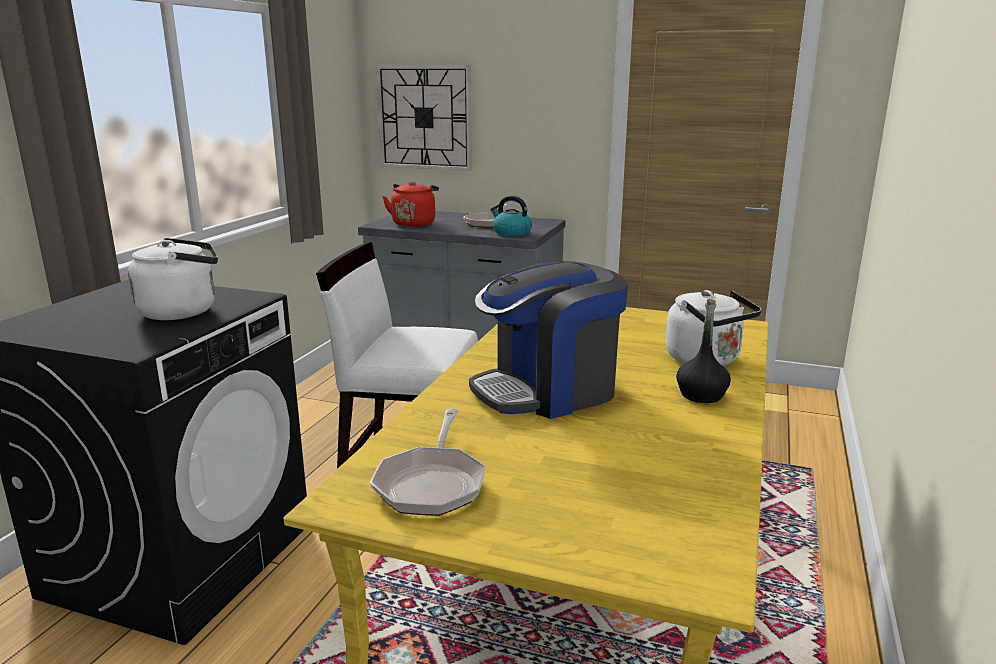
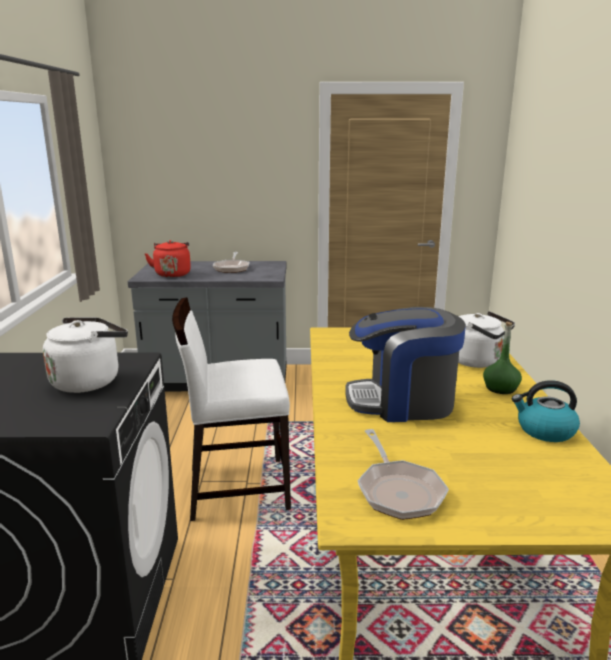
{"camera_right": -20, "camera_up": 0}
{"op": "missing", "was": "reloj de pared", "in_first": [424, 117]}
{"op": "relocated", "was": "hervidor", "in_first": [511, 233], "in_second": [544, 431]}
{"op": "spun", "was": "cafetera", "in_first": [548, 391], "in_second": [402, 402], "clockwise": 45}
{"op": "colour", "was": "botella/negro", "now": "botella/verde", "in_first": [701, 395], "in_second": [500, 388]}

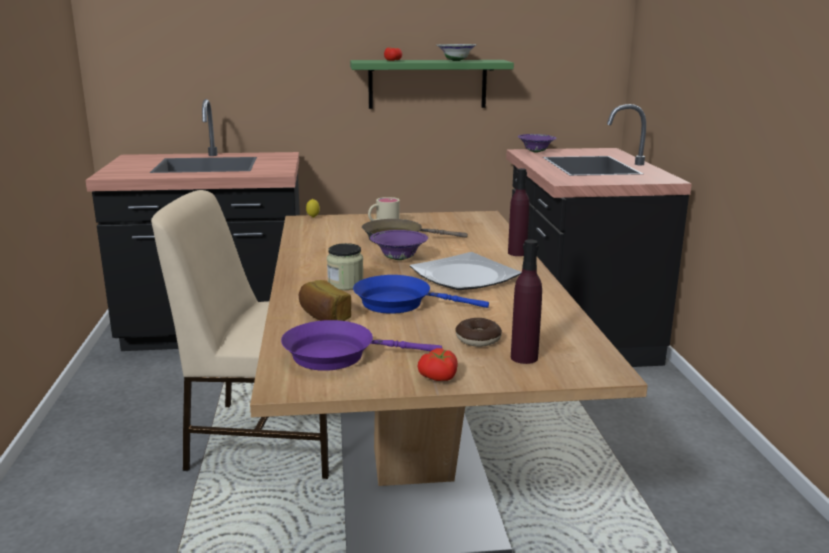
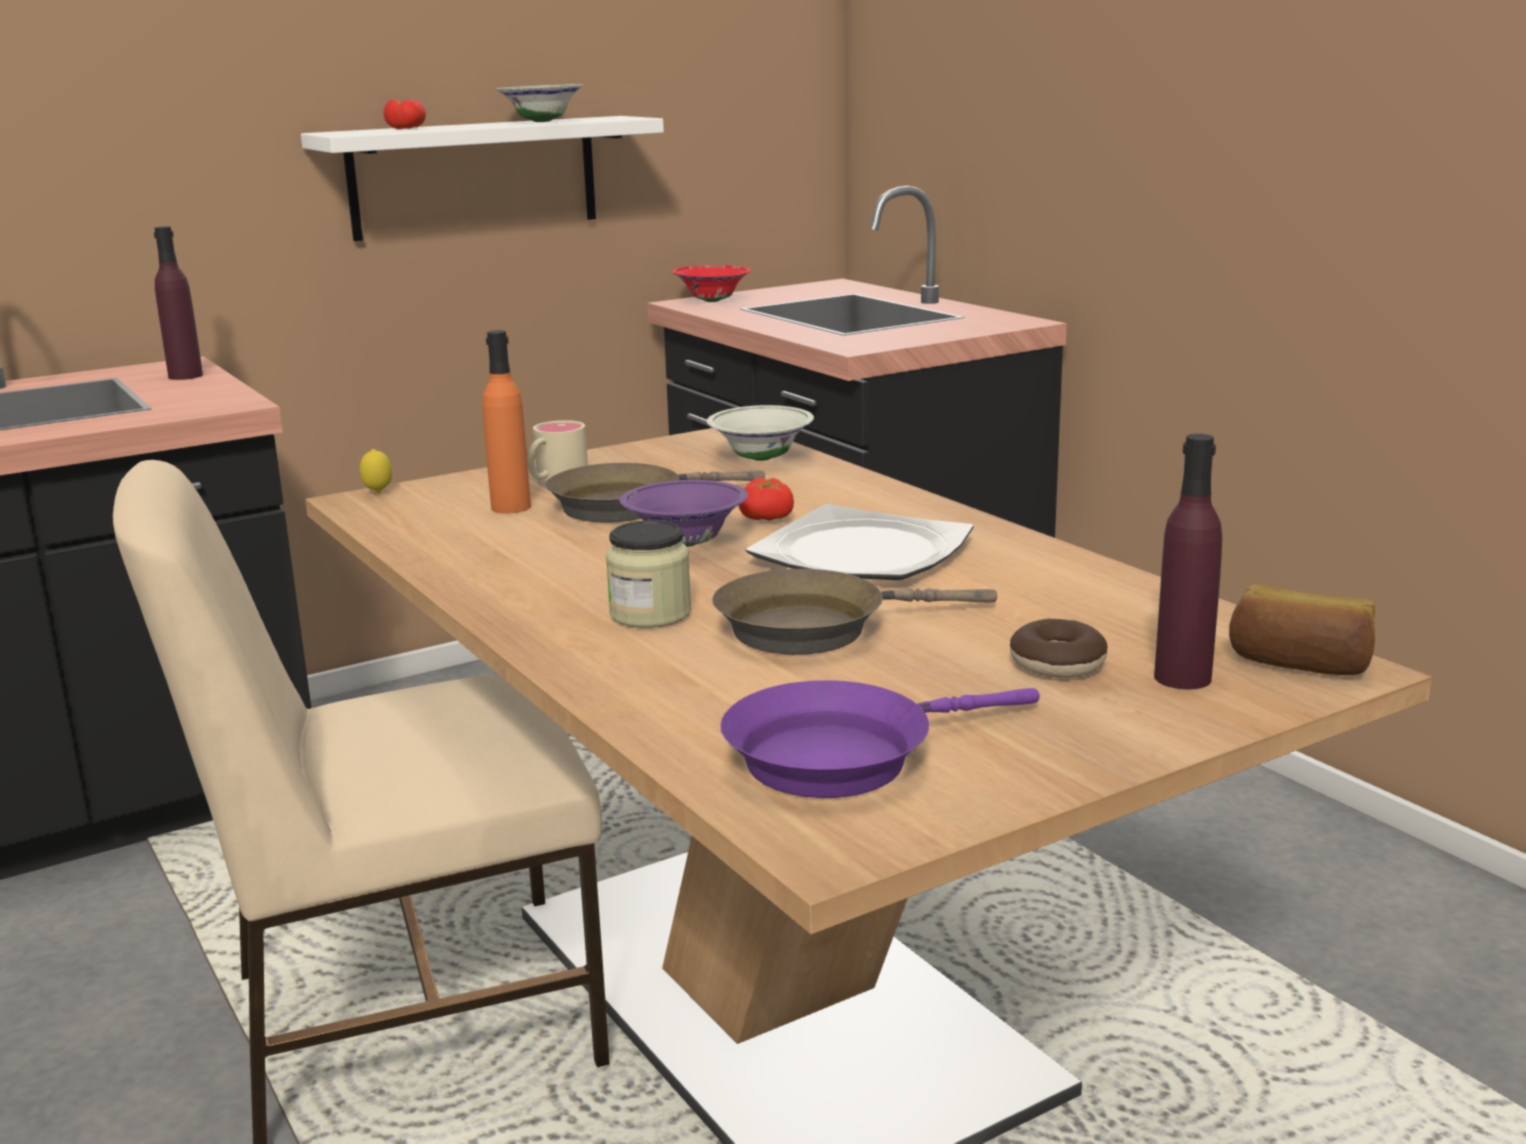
{"camera_right": -25, "camera_up": 0}
{"op": "colour", "was": "estante/verde", "now": "estante/blanco", "in_first": [427, 84], "in_second": [474, 177]}
{"op": "colour", "was": "cuenco/morado", "now": "cuenco/rojo", "in_first": [535, 152], "in_second": [712, 301]}
{"op": "relocated", "was": "botella/morado", "in_first": [517, 253], "in_second": [185, 376]}
{"op": "colour", "was": "sartén/azul", "now": "sartén/marrón", "in_first": [399, 303], "in_second": [814, 628]}
{"op": "relocated", "was": "pan", "in_first": [323, 317], "in_second": [1300, 664]}
{"op": "relocated", "was": "tomate", "in_first": [439, 378], "in_second": [768, 518]}
{"op": "appeared", "now": "botella/naranja", "in_second": [511, 507]}
{"op": "appeared", "now": "cuenco/blanco", "in_second": [761, 458]}

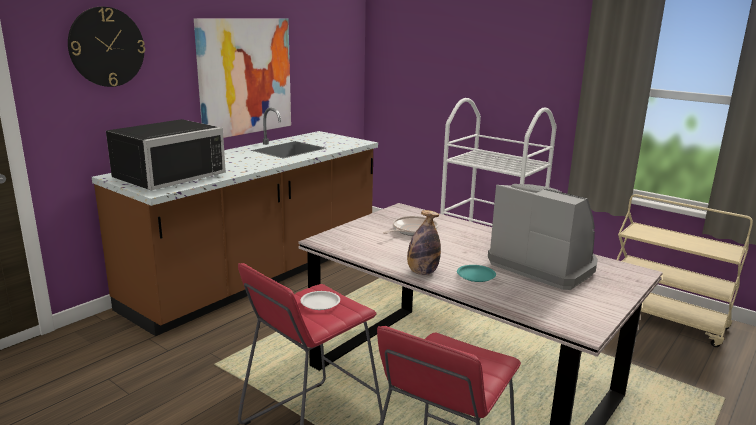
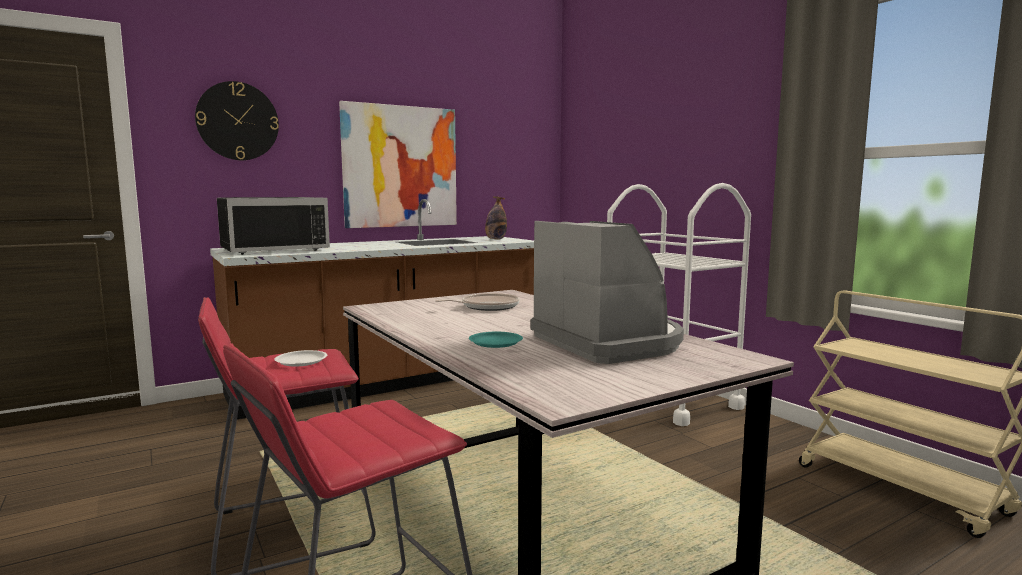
{"camera_right": 20, "camera_up": -10}
{"op": "relocated", "was": "botella", "in_first": [422, 272], "in_second": [495, 239]}

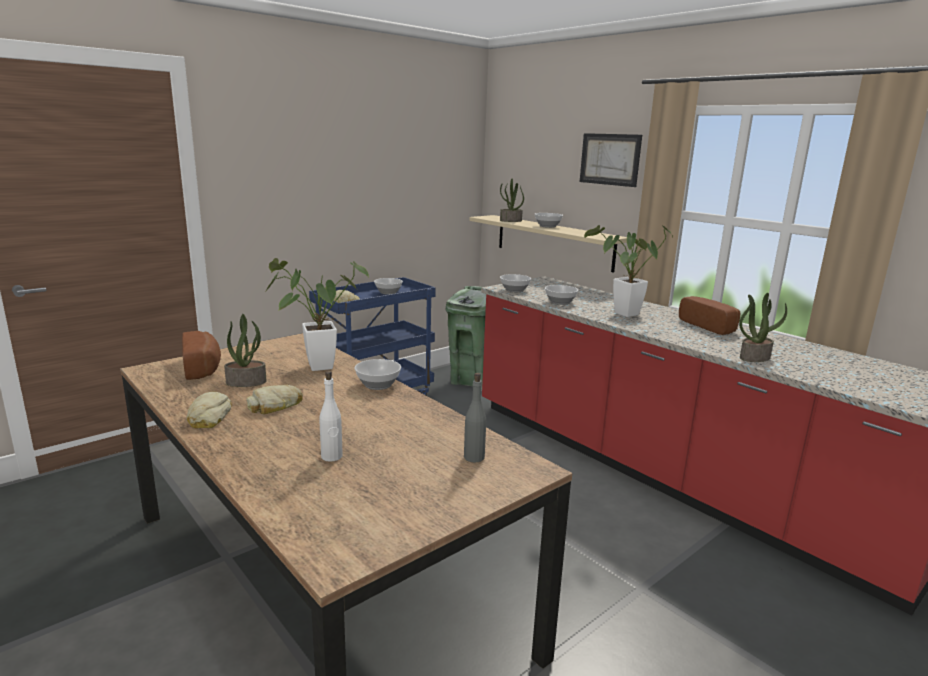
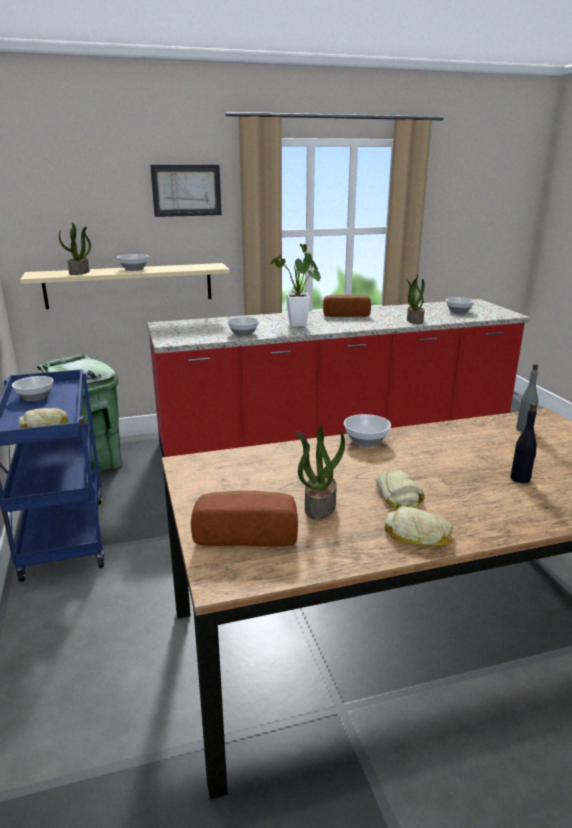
{"camera_right": -65, "camera_up": 5}
{"op": "missing", "was": "planta en maceta", "in_first": [314, 367]}
{"op": "relocated", "was": "cuenco", "in_first": [514, 290], "in_second": [458, 312]}
{"op": "colour", "was": "botella/blanco", "now": "botella/negro", "in_first": [332, 456], "in_second": [520, 479]}

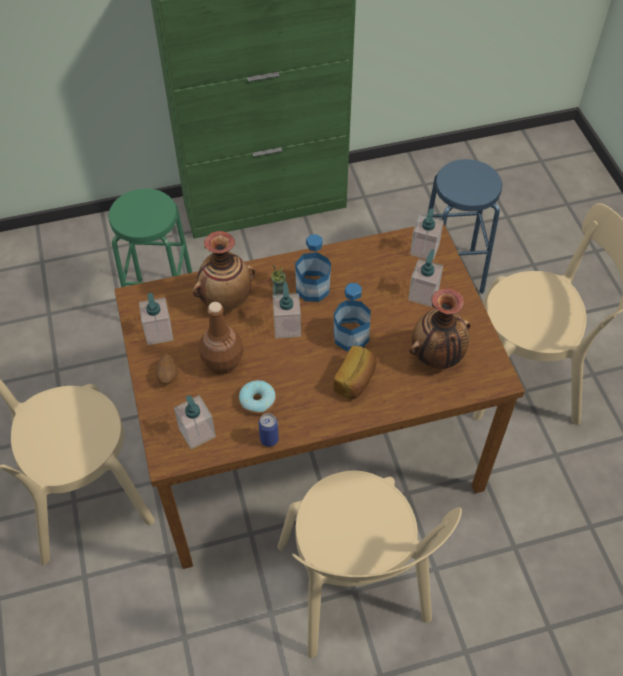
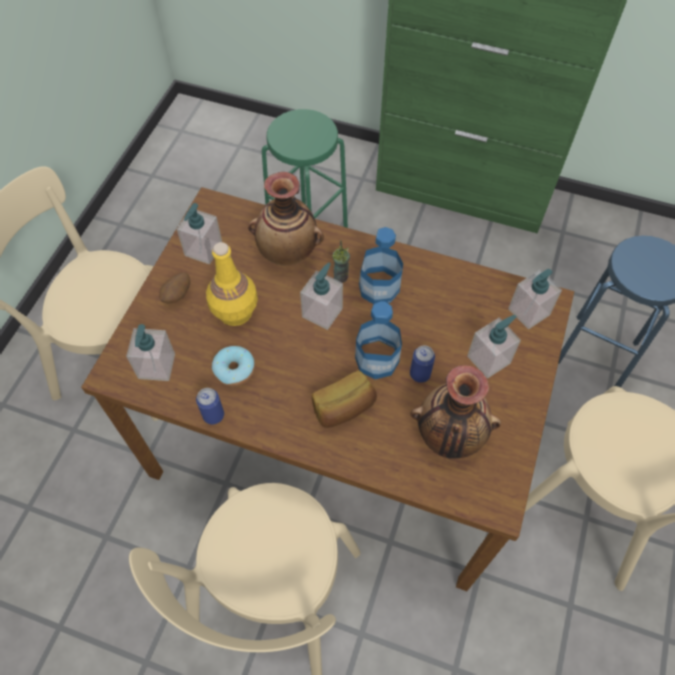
{"camera_right": 35, "camera_up": 5}
{"op": "colour", "was": "botella/marrón", "now": "botella/amarillo", "in_first": [222, 362], "in_second": [234, 312]}
{"op": "appeared", "now": "lata", "in_second": [420, 374]}

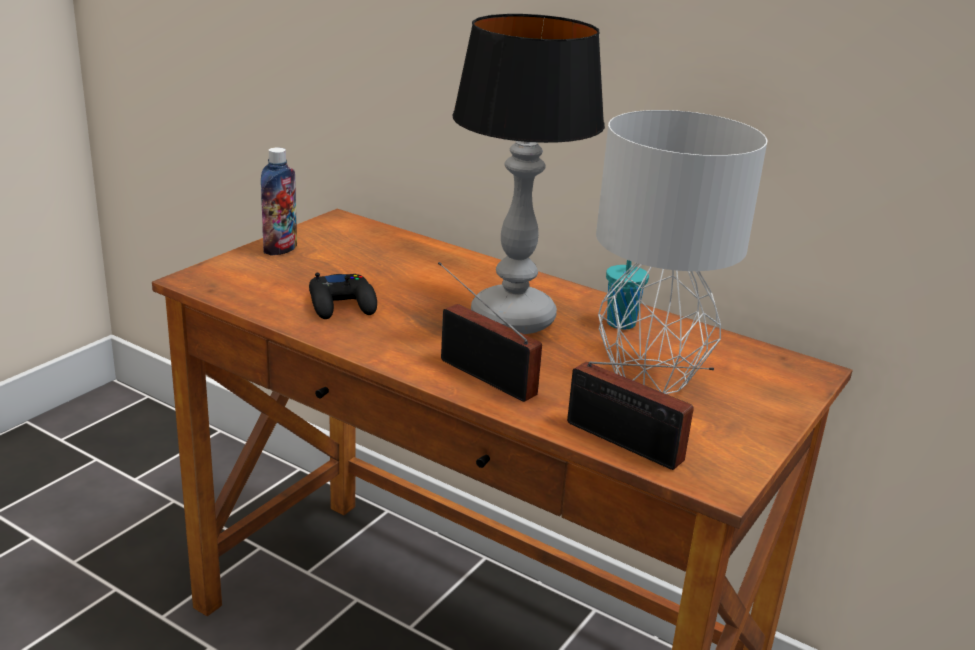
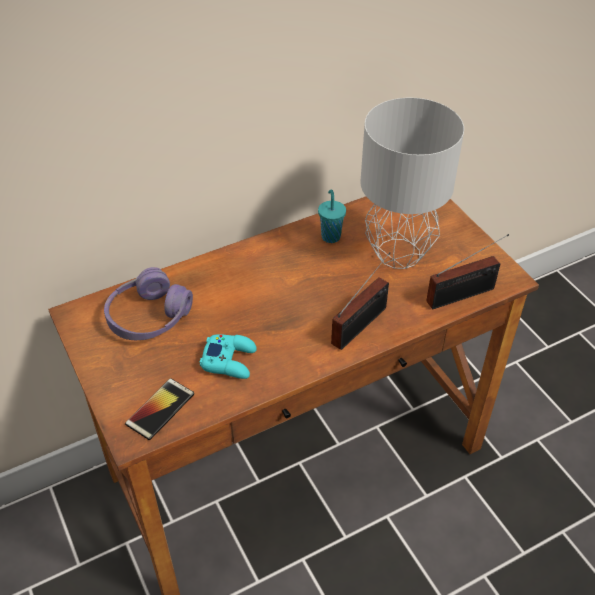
{"camera_right": -60, "camera_up": 20}
{"op": "missing", "was": "lámpara de mesa", "in_first": [512, 319]}
{"op": "missing", "was": "botella", "in_first": [280, 249]}
{"op": "spun", "was": "radio", "in_first": [483, 374], "in_second": [362, 324], "clockwise": 150}
{"op": "colour", "was": "mando de consola/negro", "now": "mando de consola/turquesa", "in_first": [342, 304], "in_second": [229, 360]}
{"op": "appeared", "now": "auriculares/morado", "in_second": [148, 317]}
{"op": "appeared", "now": "móvil", "in_second": [160, 409]}

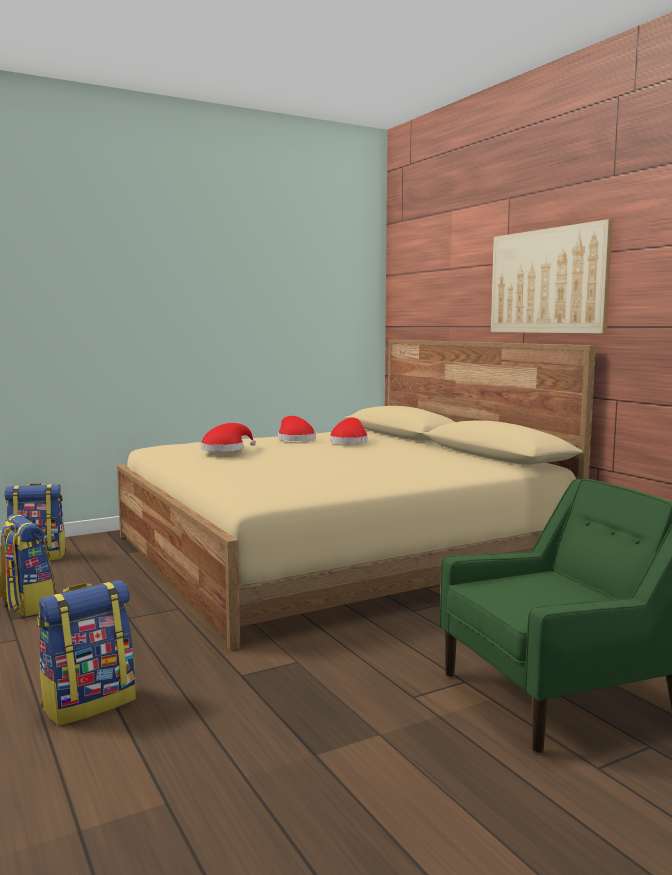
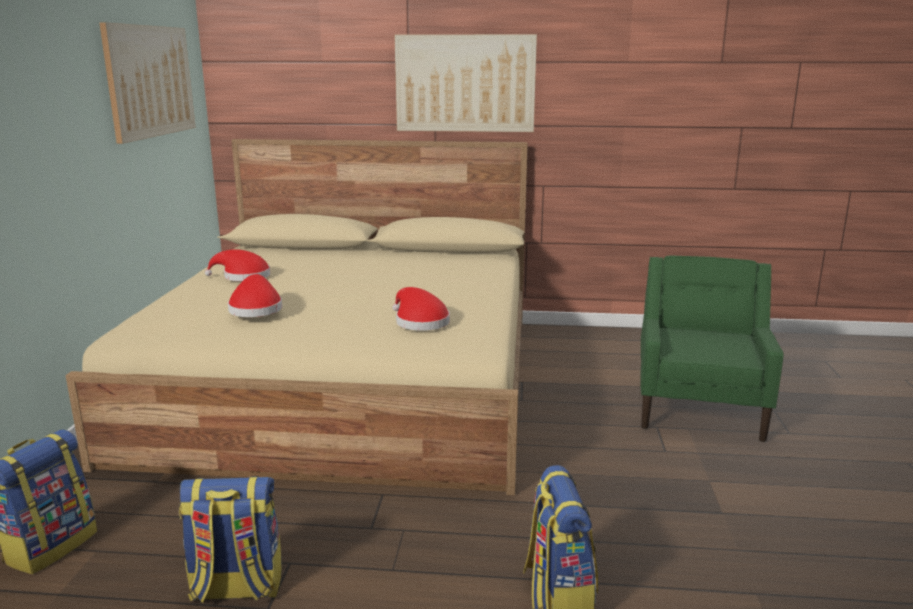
{"camera_right": -55, "camera_up": 10}
{"op": "relocated", "was": "sombrero/rojo", "in_first": [349, 441], "in_second": [419, 322]}
{"op": "appeared", "now": "cuadro", "in_second": [150, 81]}

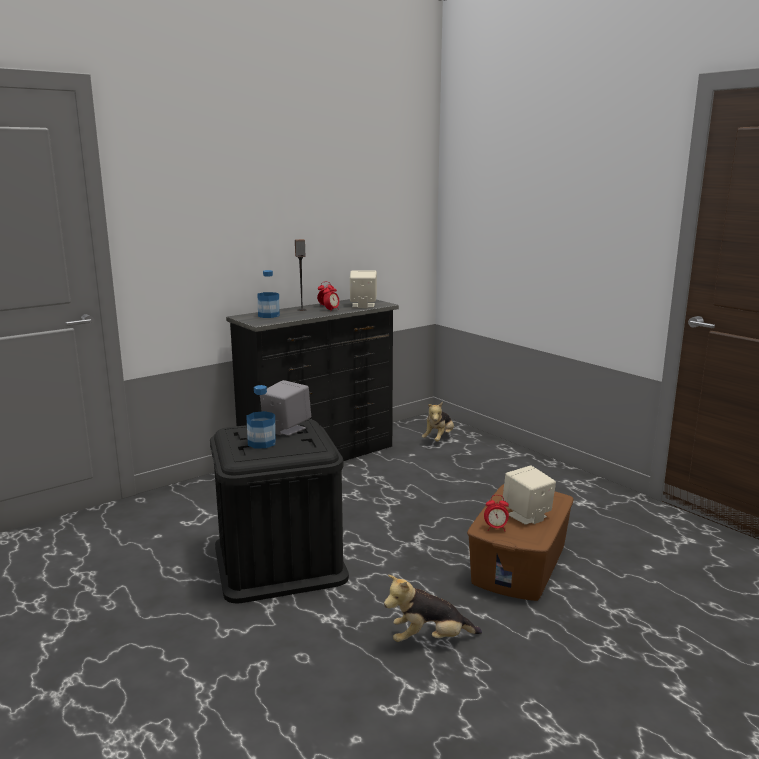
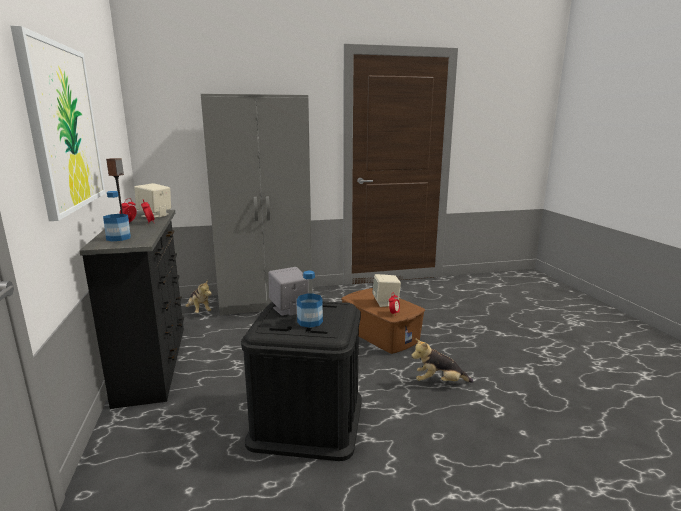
{"camera_right": -65, "camera_up": 0}
{"op": "spun", "was": "peluche", "in_first": [429, 639], "in_second": [439, 382], "clockwise": 75}
{"op": "appeared", "now": "cuadro", "in_second": [63, 127]}
{"op": "appeared", "now": "armario ropero/gris", "in_second": [266, 302]}

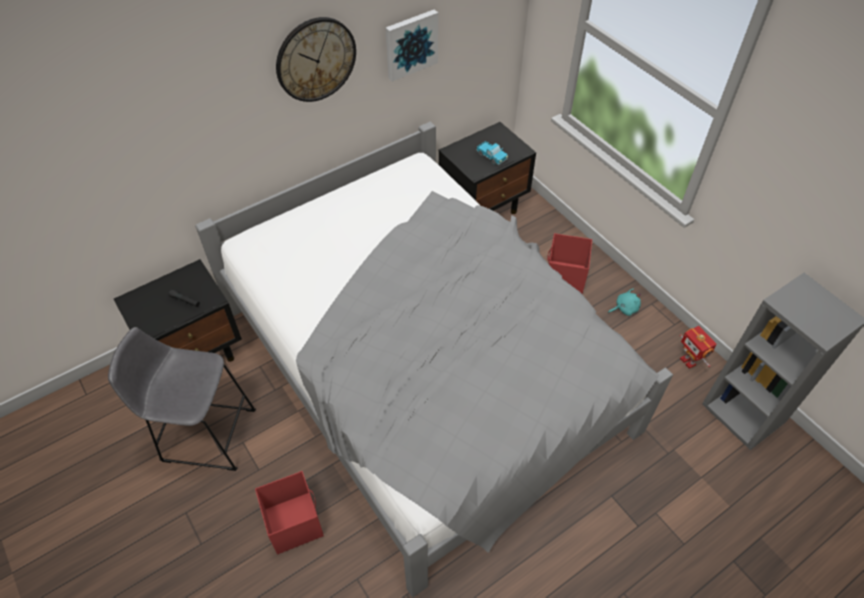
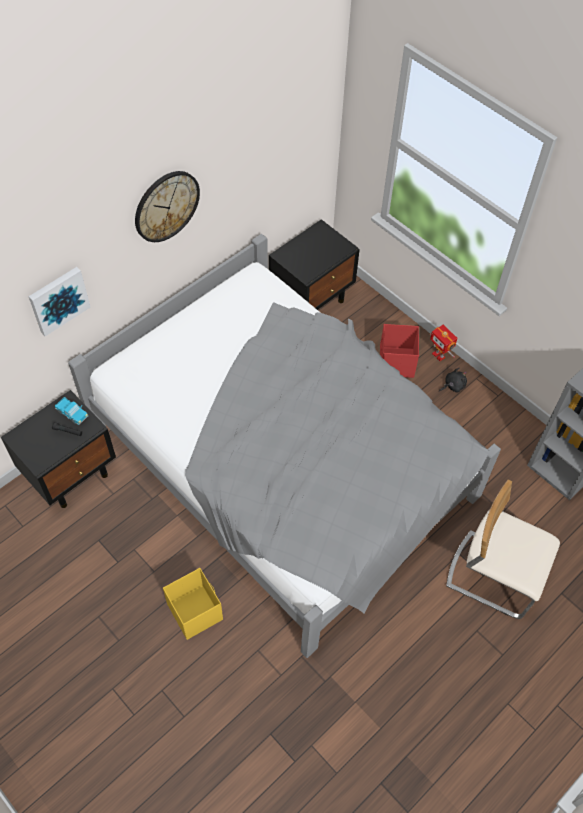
{"camera_right": -10, "camera_up": 5}
{"op": "relocated", "was": "cuadro", "in_first": [410, 44], "in_second": [58, 300]}
{"op": "relocated", "was": "camión de juguete", "in_first": [492, 157], "in_second": [72, 414]}
{"op": "colour", "was": "peluche/turquesa", "now": "peluche/negro", "in_first": [624, 308], "in_second": [453, 385]}
{"op": "relocated", "was": "robot de juguete", "in_first": [688, 361], "in_second": [439, 355]}
{"op": "missing", "was": "taburete/gris", "in_first": [204, 434]}
{"op": "colour", "was": "caja de almacenaje/rojo", "now": "caja de almacenaje/amarillo", "in_first": [294, 521], "in_second": [195, 611]}
{"op": "appeared", "now": "silla/beis", "in_second": [494, 574]}

